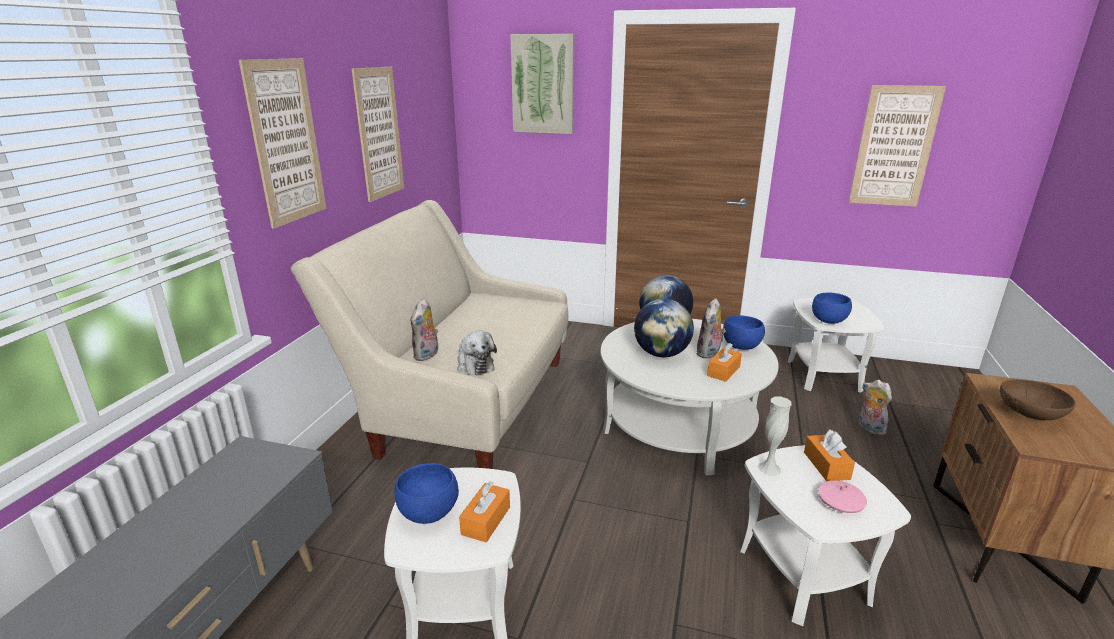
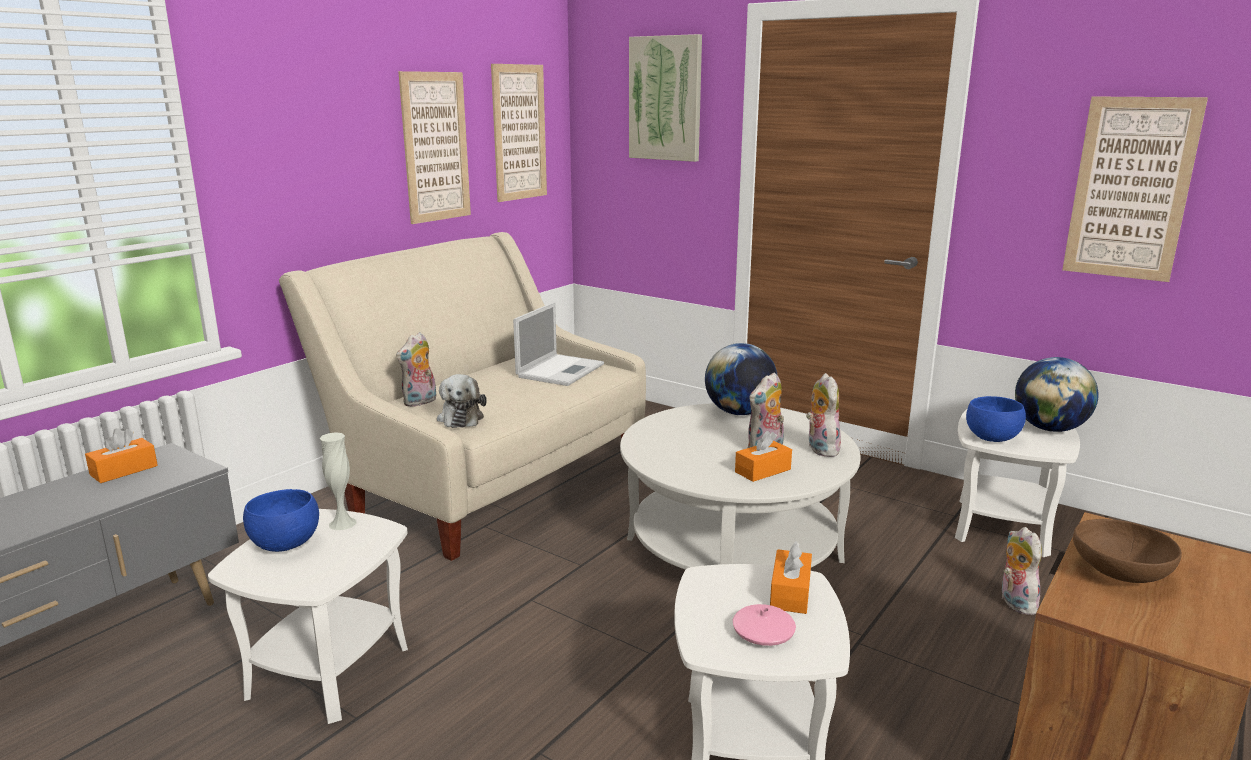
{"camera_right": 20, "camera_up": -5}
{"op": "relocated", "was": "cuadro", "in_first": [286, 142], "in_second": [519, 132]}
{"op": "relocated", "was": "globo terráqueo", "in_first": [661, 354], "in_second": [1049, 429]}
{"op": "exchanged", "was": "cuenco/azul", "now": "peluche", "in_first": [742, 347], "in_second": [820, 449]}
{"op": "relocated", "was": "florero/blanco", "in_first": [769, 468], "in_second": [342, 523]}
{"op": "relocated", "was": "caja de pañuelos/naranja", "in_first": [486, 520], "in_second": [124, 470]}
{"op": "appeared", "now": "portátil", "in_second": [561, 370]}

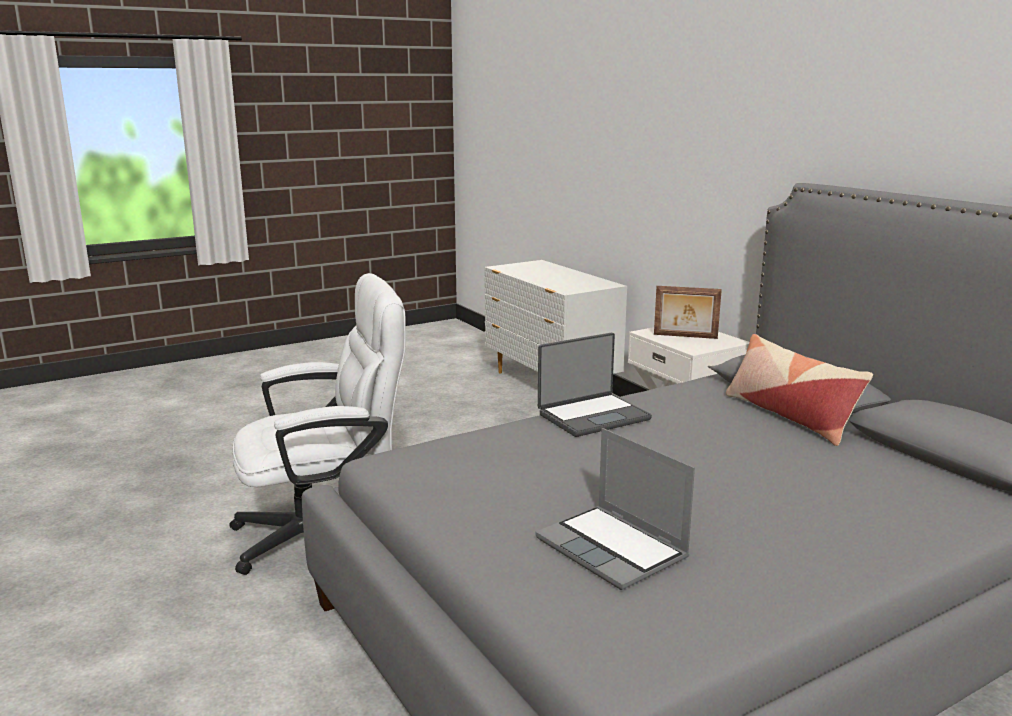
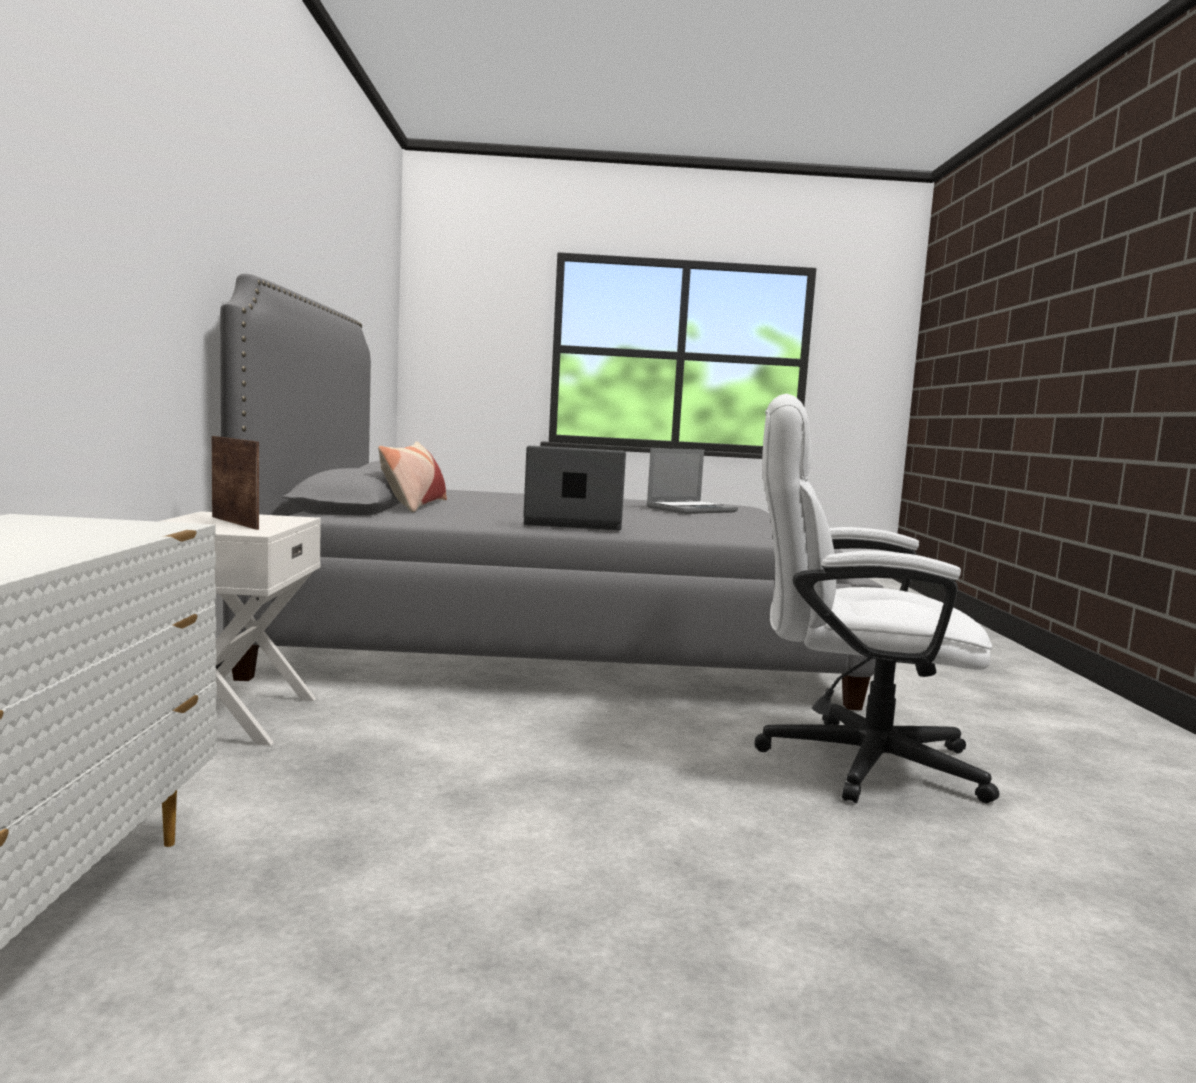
{"camera_right": -150, "camera_up": -10}
{"op": "spun", "was": "portátil", "in_first": [614, 549], "in_second": [691, 509], "clockwise": 60}

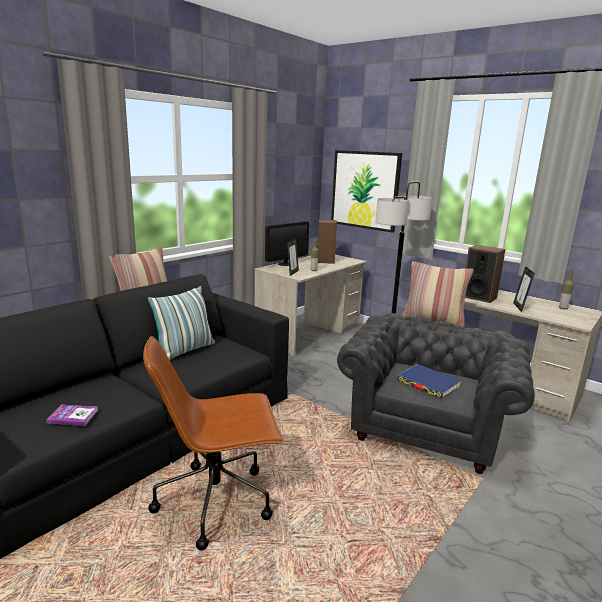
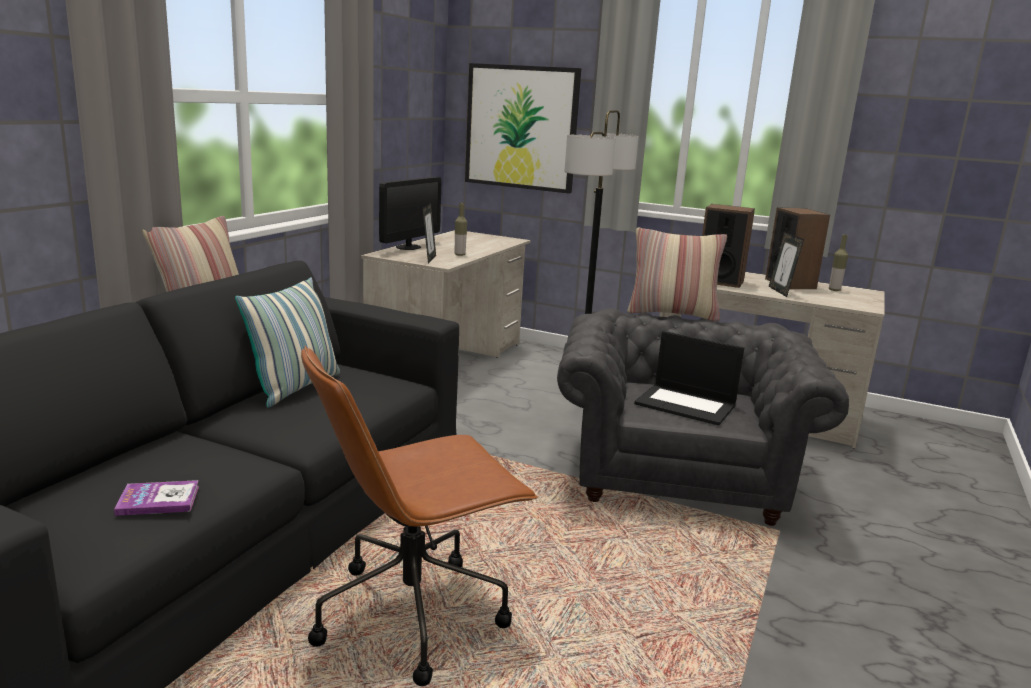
{"camera_right": -15, "camera_up": 0}
{"op": "relocated", "was": "altavoz", "in_first": [325, 260], "in_second": [790, 284]}
{"op": "exchanged", "was": "libro/azul", "now": "portátil", "in_first": [428, 383], "in_second": [687, 405]}

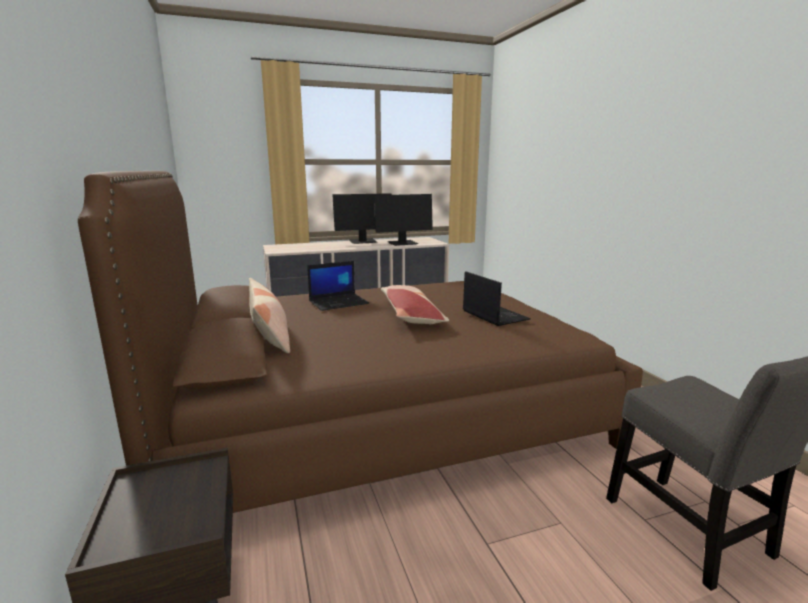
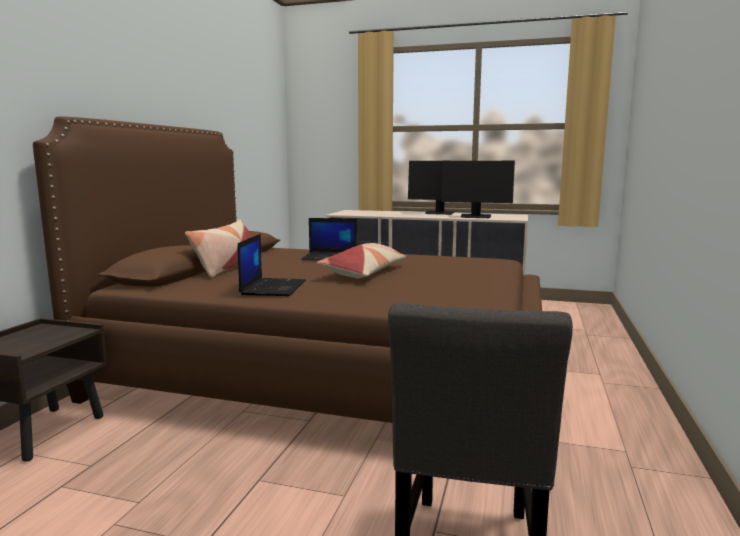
{"camera_right": 35, "camera_up": -5}
{"op": "relocated", "was": "portátil", "in_first": [494, 315], "in_second": [273, 287]}

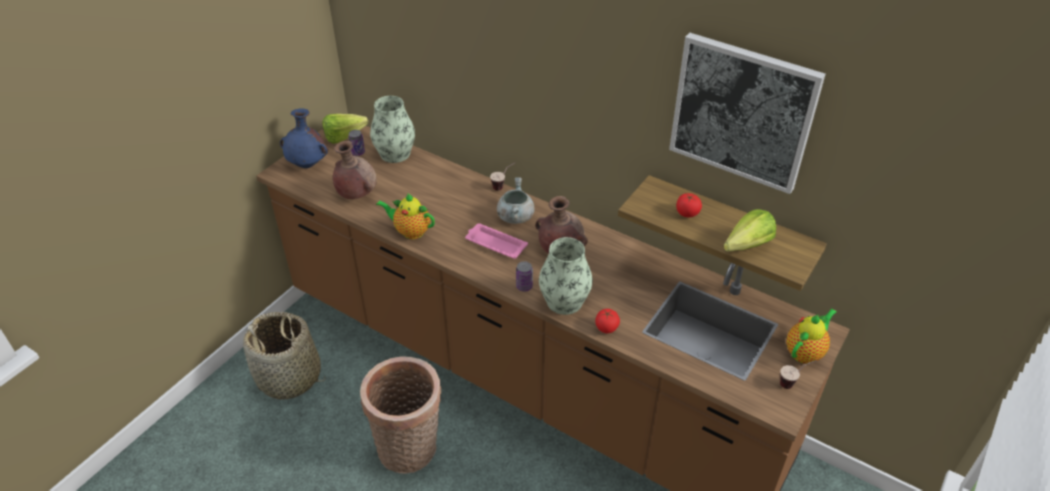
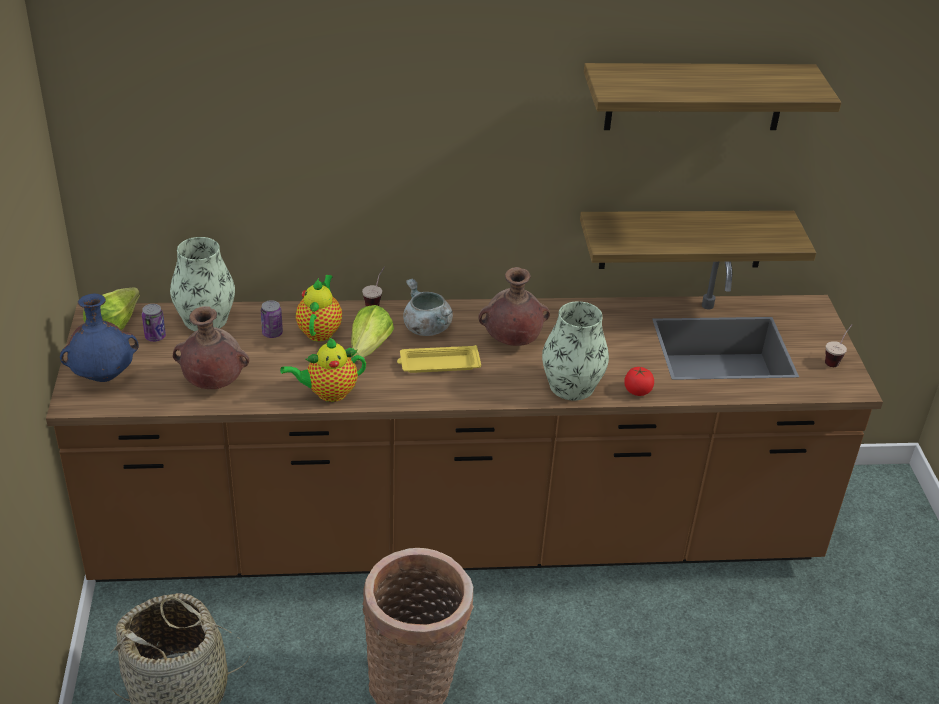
{"camera_right": -40, "camera_up": -5}
{"op": "exchanged", "was": "cuadro", "now": "estante", "in_first": [742, 112], "in_second": [695, 96]}
{"op": "missing", "was": "tomate", "in_first": [687, 213]}
{"op": "relocated", "was": "lechuga", "in_first": [742, 247], "in_second": [365, 353]}
{"op": "colour", "was": "bandeja/rosa", "now": "bandeja/amarillo", "in_first": [495, 244], "in_second": [438, 364]}
{"op": "relocated", "was": "lata", "in_first": [524, 286], "in_second": [272, 333]}
{"op": "relocated", "was": "tetera", "in_first": [805, 352], "in_second": [320, 330]}

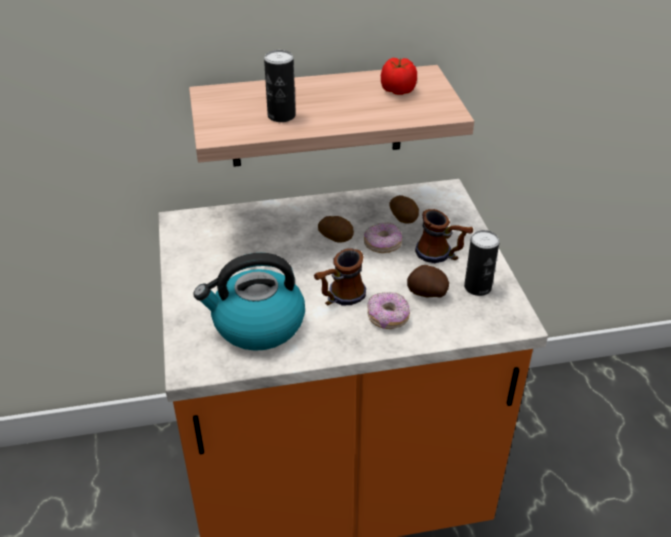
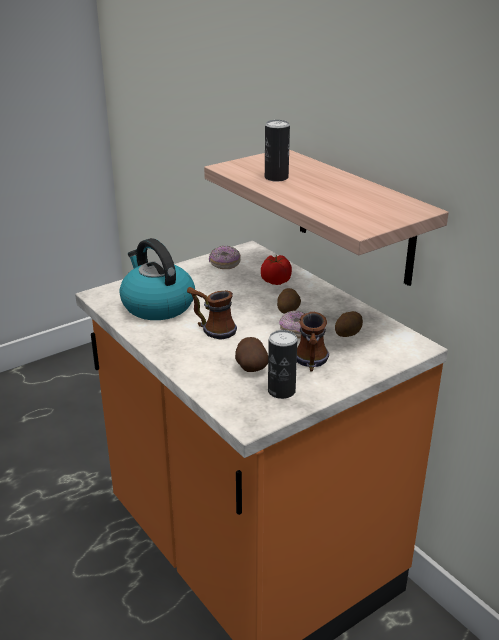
{"camera_right": 65, "camera_up": -10}
{"op": "relocated", "was": "tomate", "in_first": [398, 91], "in_second": [275, 281]}
{"op": "relocated", "was": "rosquilla", "in_first": [388, 318], "in_second": [224, 264]}

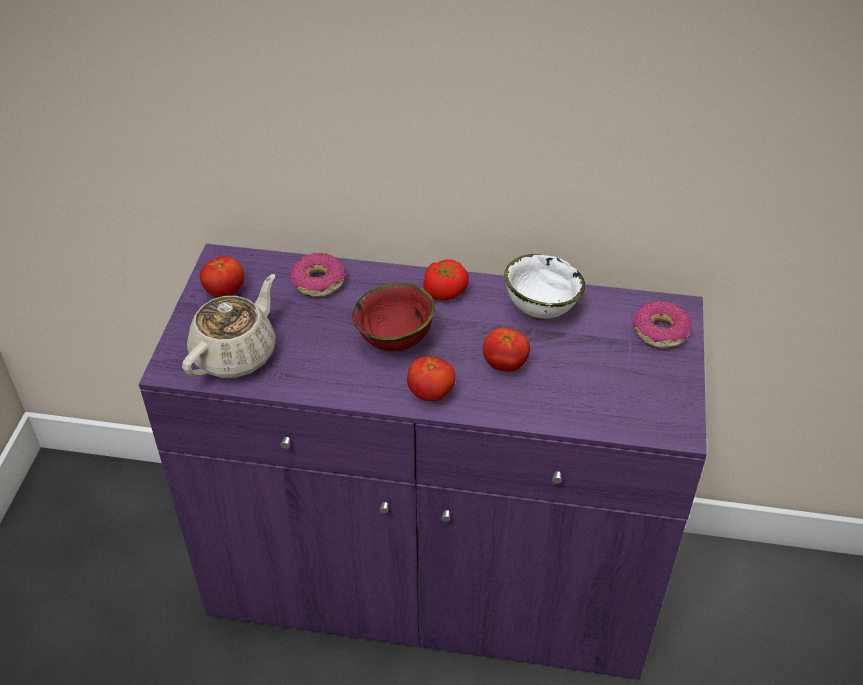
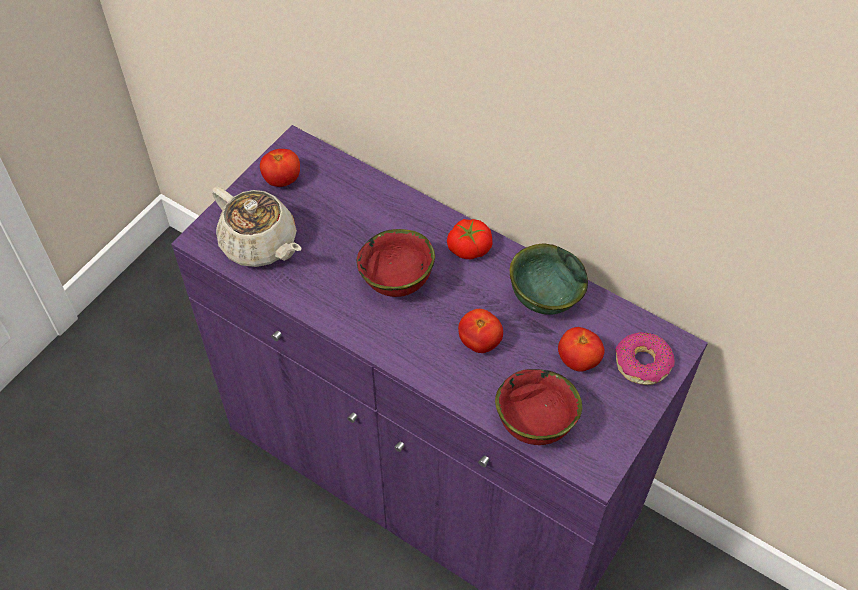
{"camera_right": 25, "camera_up": 10}
{"op": "missing", "was": "rosquilla", "in_first": [318, 282]}
{"op": "colour", "was": "cuenco/blanco", "now": "cuenco/verde", "in_first": [539, 309], "in_second": [543, 298]}
{"op": "spun", "was": "tetera/beis", "in_first": [236, 354], "in_second": [260, 244], "clockwise": 75}
{"op": "relocated", "was": "tomate", "in_first": [431, 393], "in_second": [578, 360]}
{"op": "appeared", "now": "cuenco/rojo", "in_second": [533, 426]}

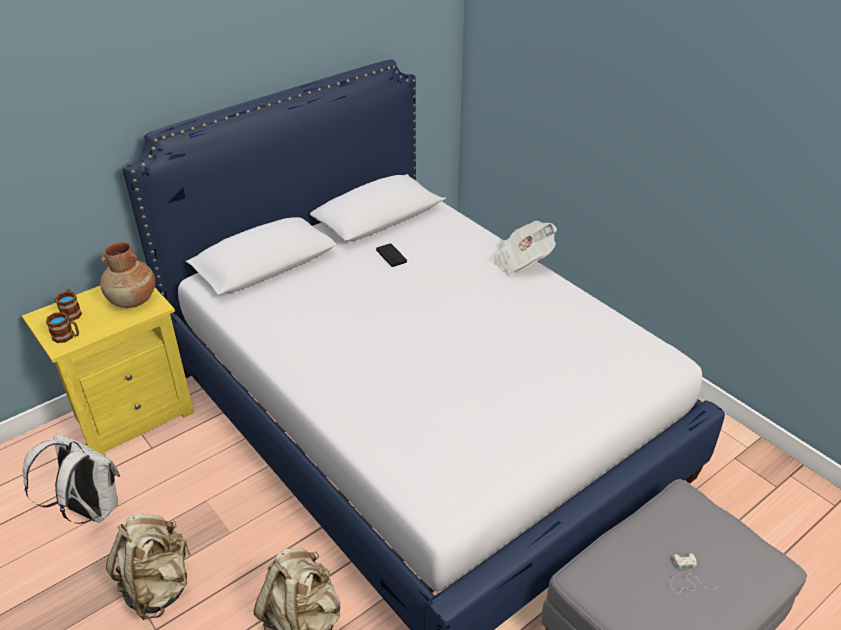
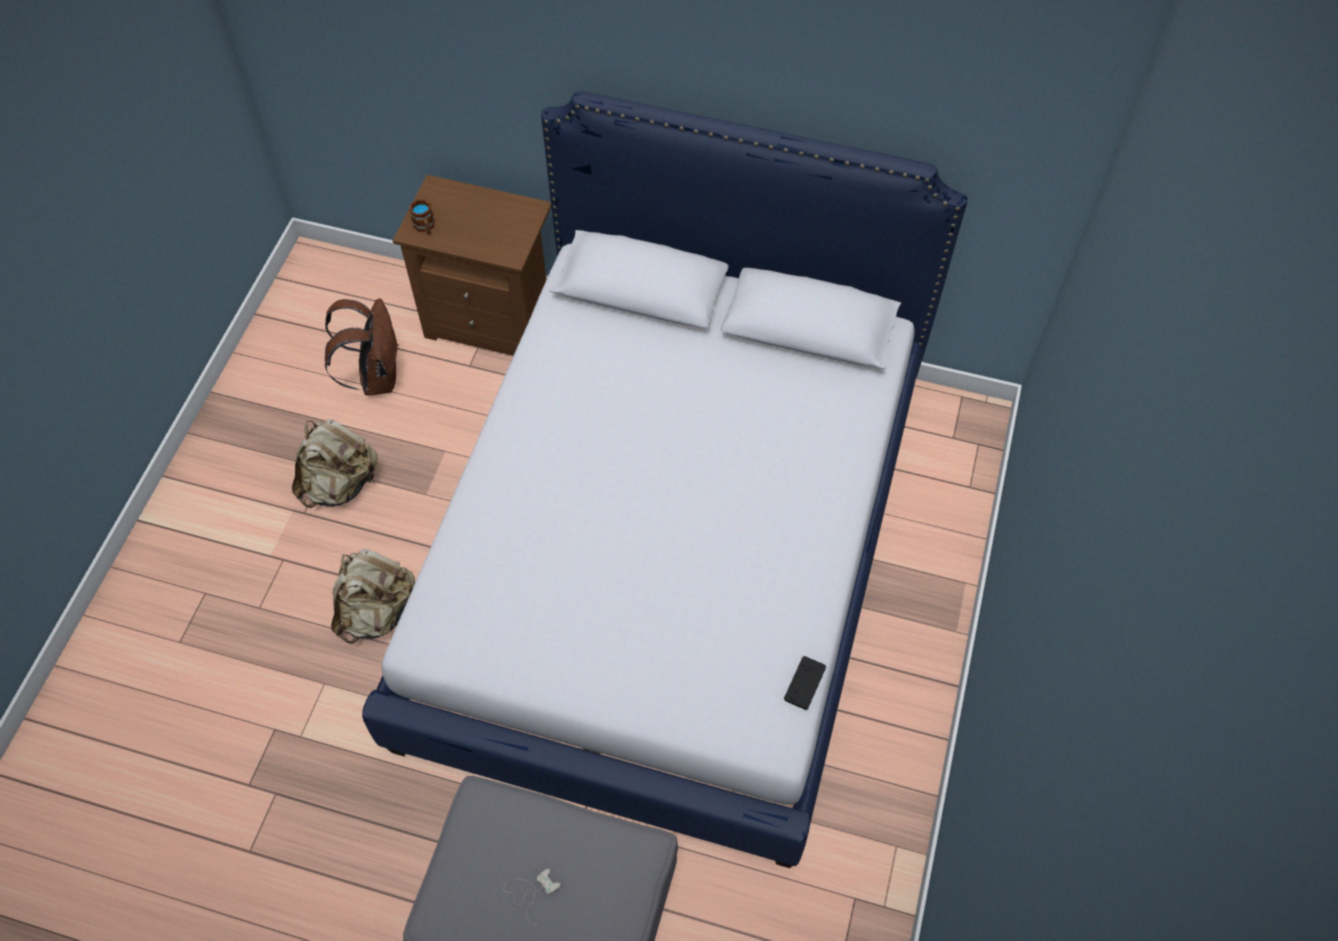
{"camera_right": 55, "camera_up": 20}
{"op": "missing", "was": "periódico", "in_first": [521, 260]}
{"op": "missing", "was": "florero/marrón", "in_first": [133, 300]}
{"op": "relocated", "was": "mando de consola/negro", "in_first": [391, 256], "in_second": [805, 683]}
{"op": "colour", "was": "mesita de noche/amarillo", "now": "mesita de noche/marrón", "in_first": [131, 416], "in_second": [492, 321]}
{"op": "missing", "was": "taza grande", "in_first": [72, 312]}
{"op": "colour", "was": "mochila/blanco", "now": "mochila/marrón", "in_first": [89, 510], "in_second": [376, 376]}

